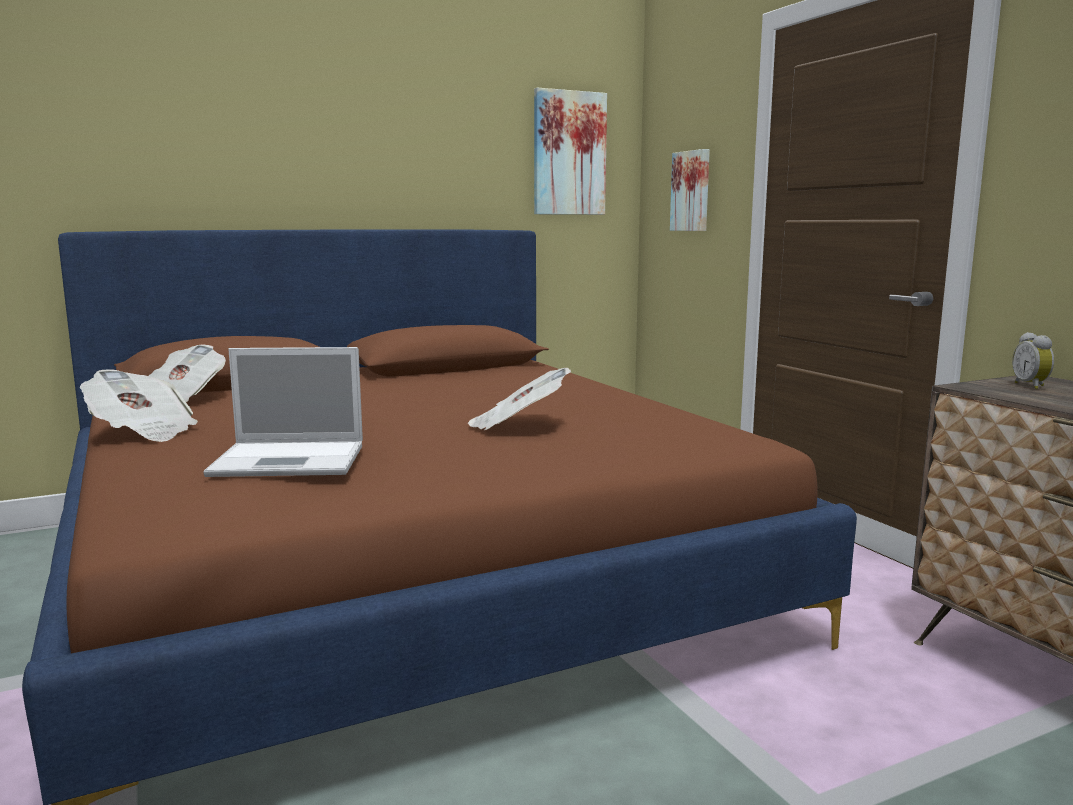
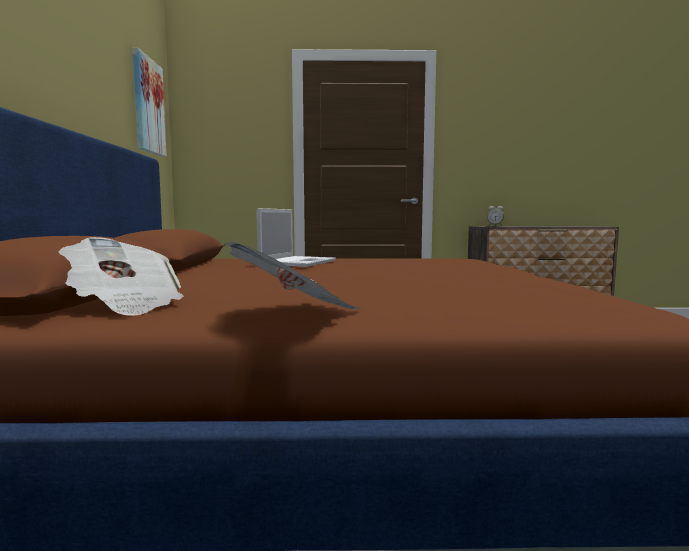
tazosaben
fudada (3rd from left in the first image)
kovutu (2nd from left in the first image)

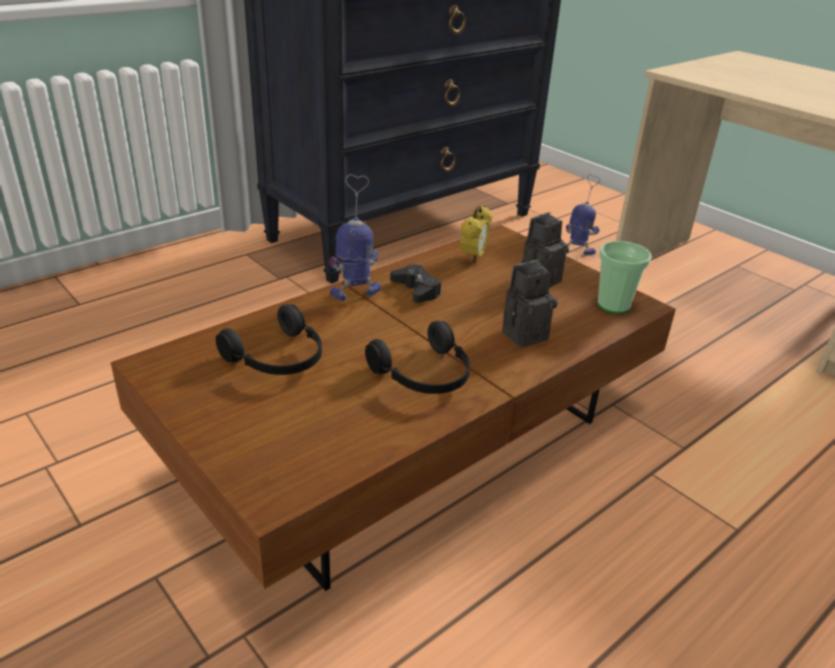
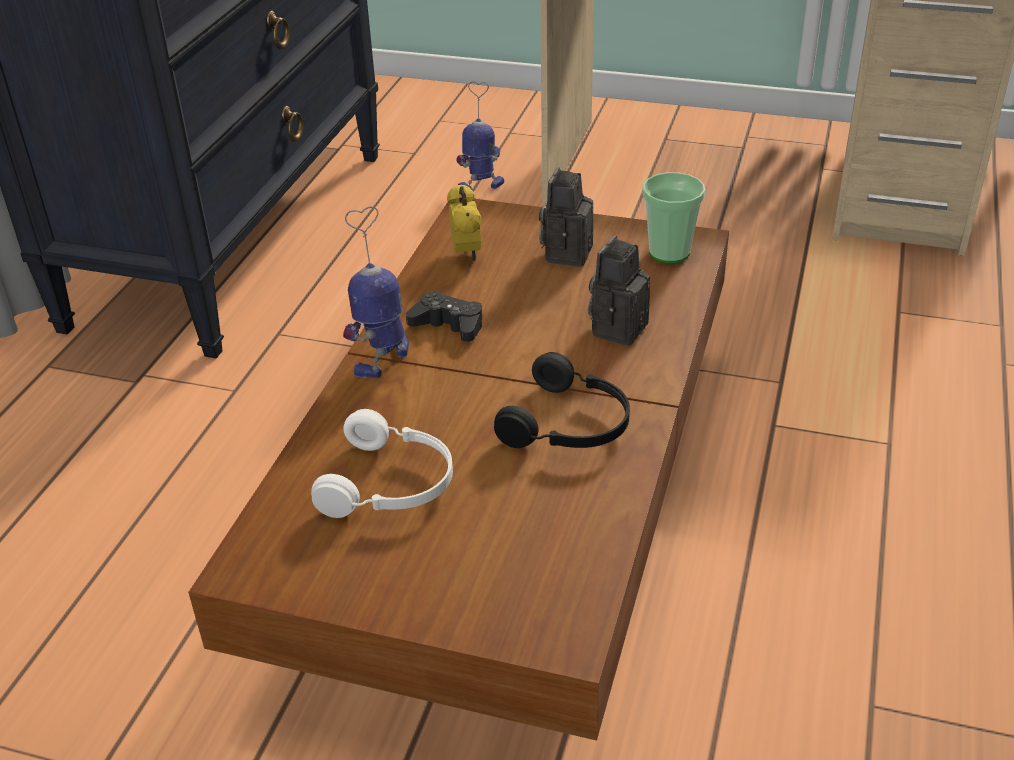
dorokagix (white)

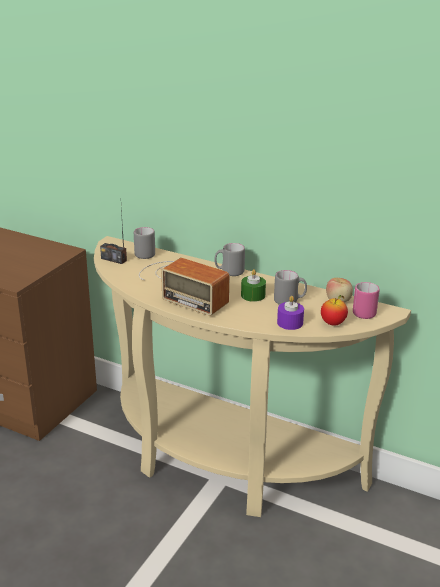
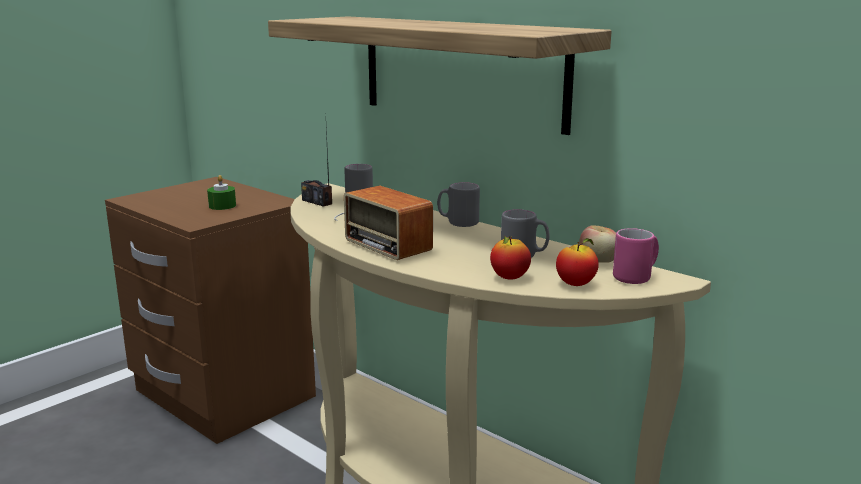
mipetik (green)
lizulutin (1st from left)
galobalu

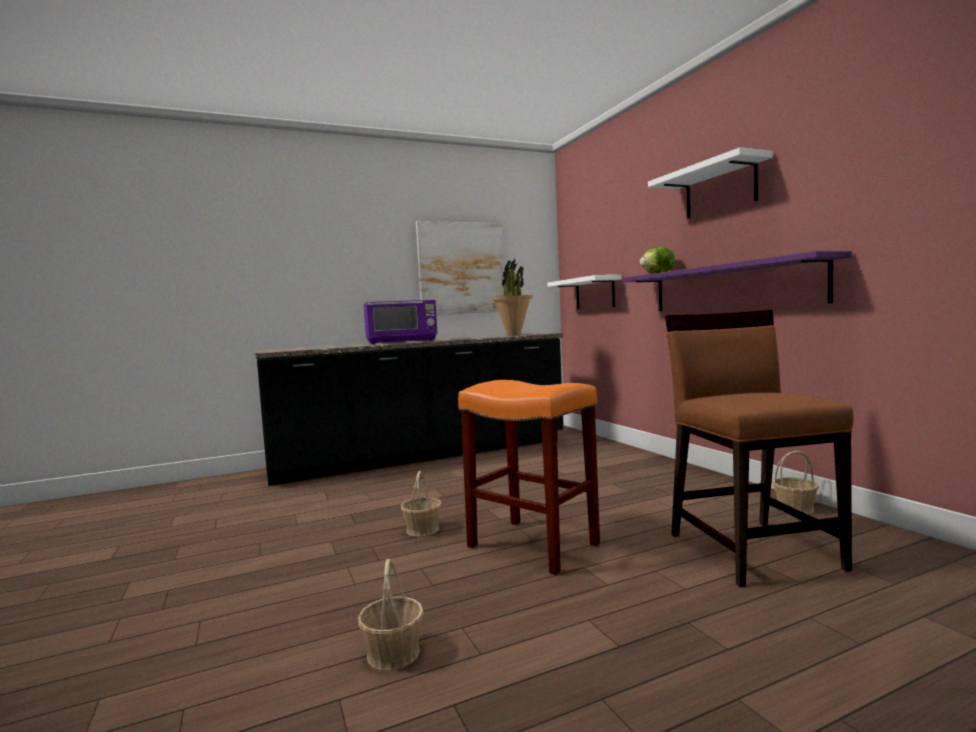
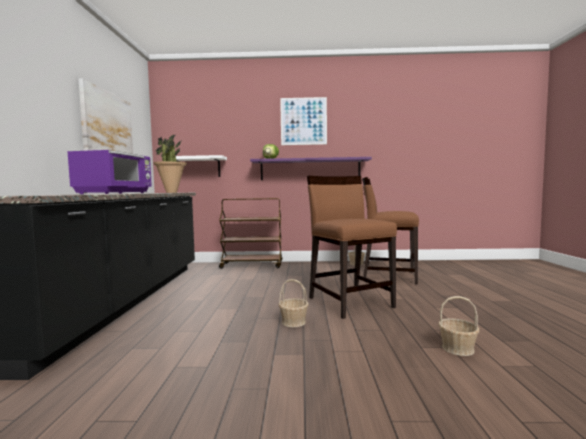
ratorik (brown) (1st from left)
kovutu (2nd from left)
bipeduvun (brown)

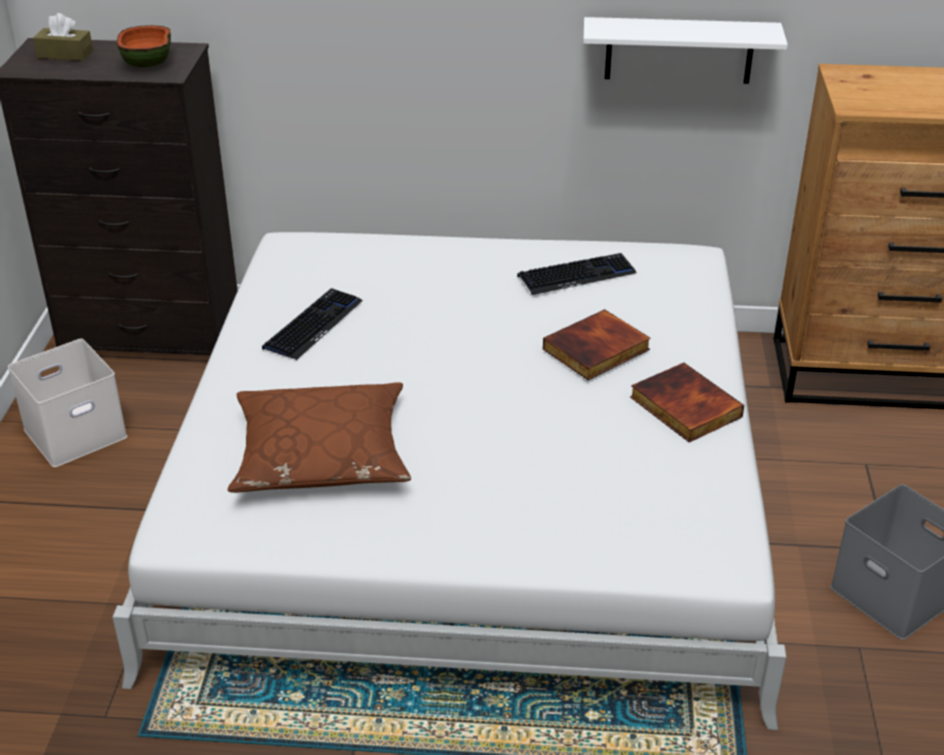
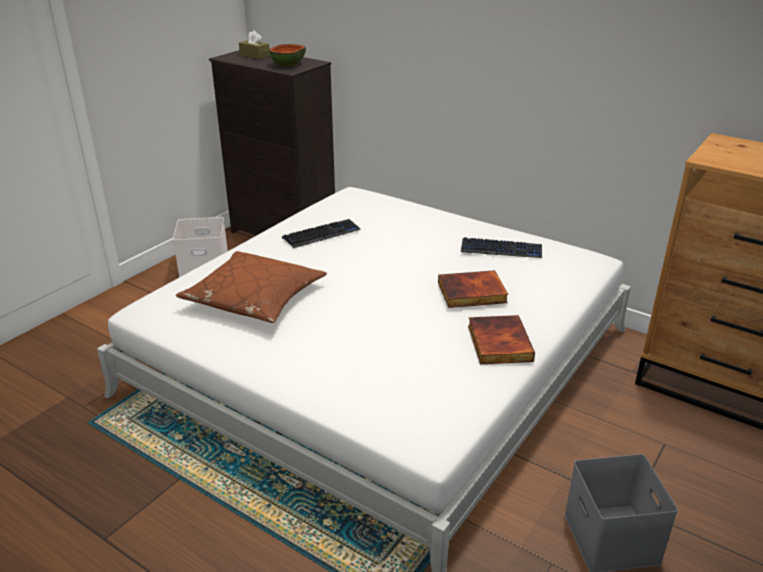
galobalu (white)

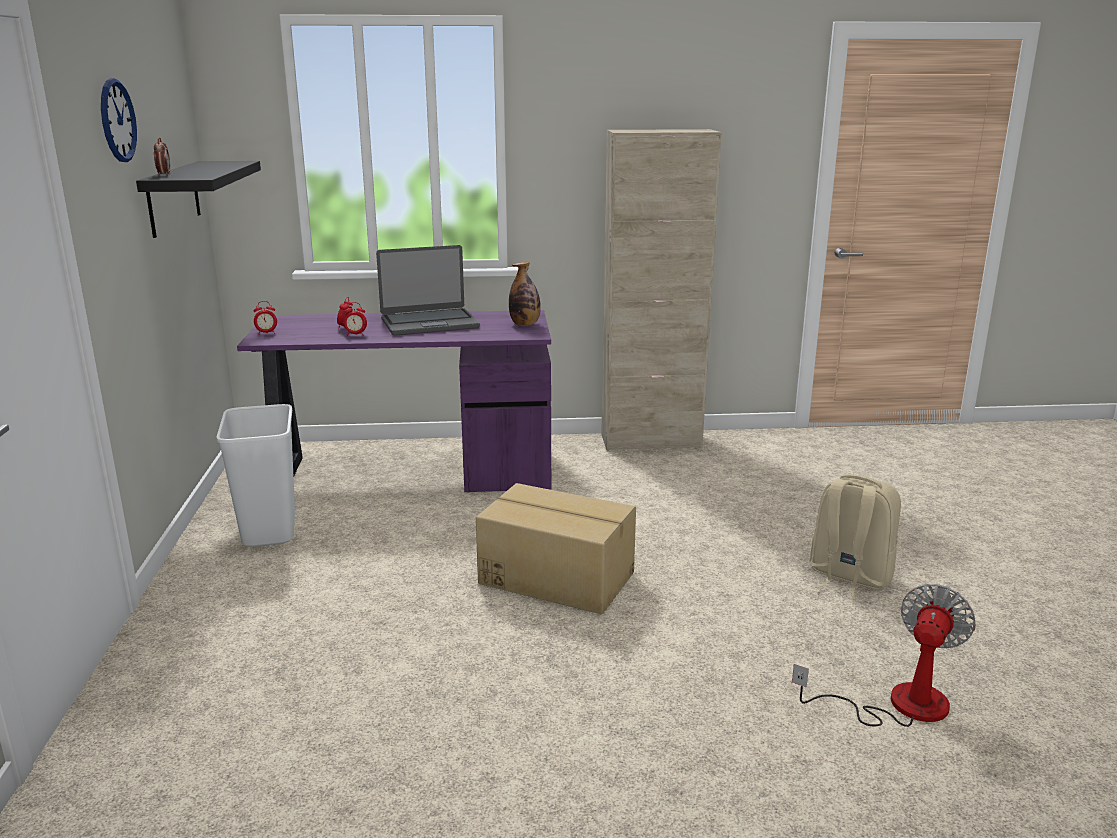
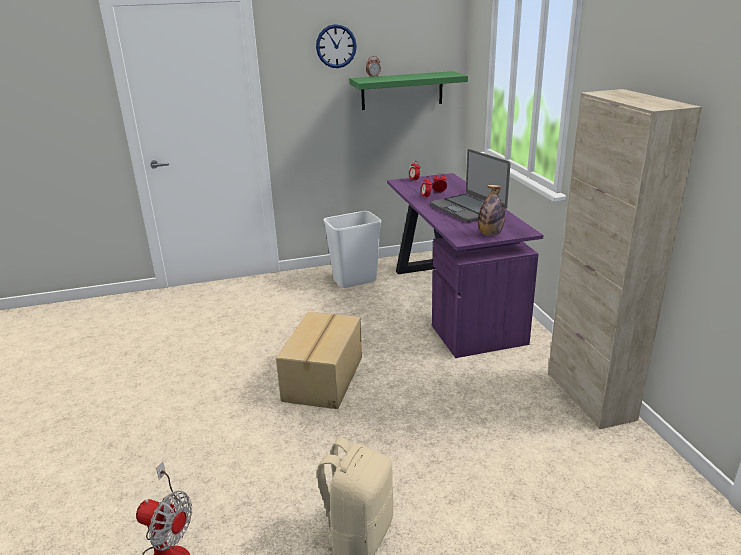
galobalu (green)

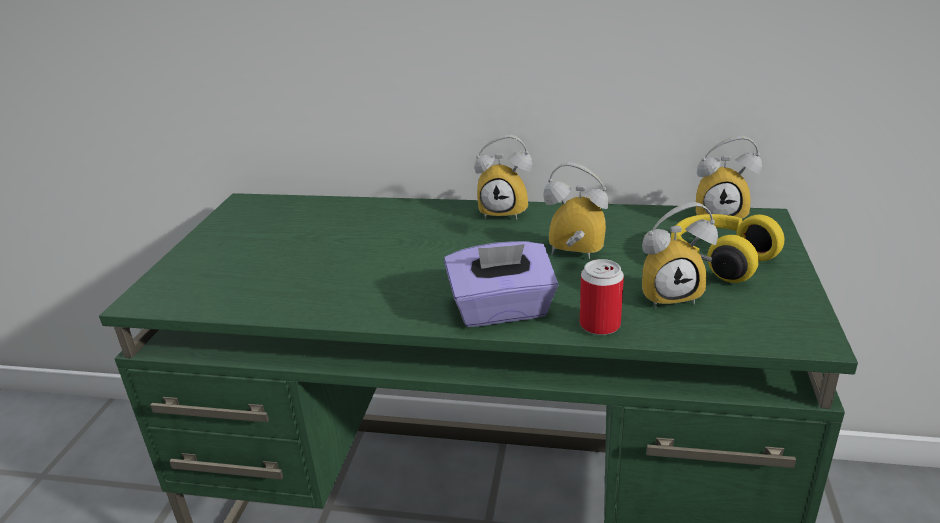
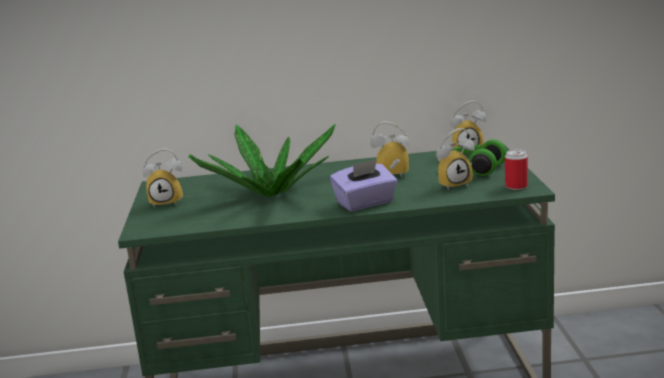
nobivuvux (1st from left)
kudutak
dorokagix (green)
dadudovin

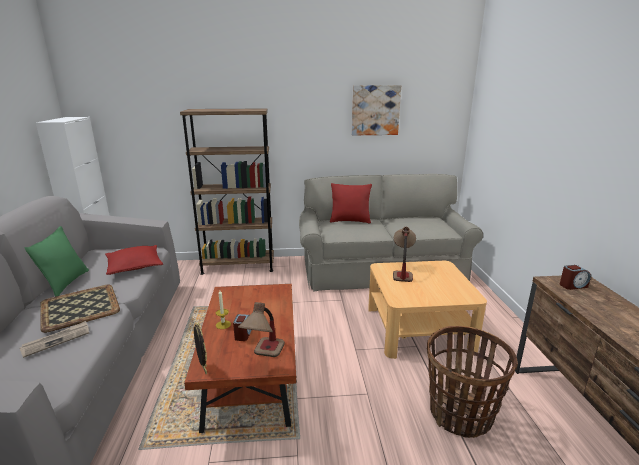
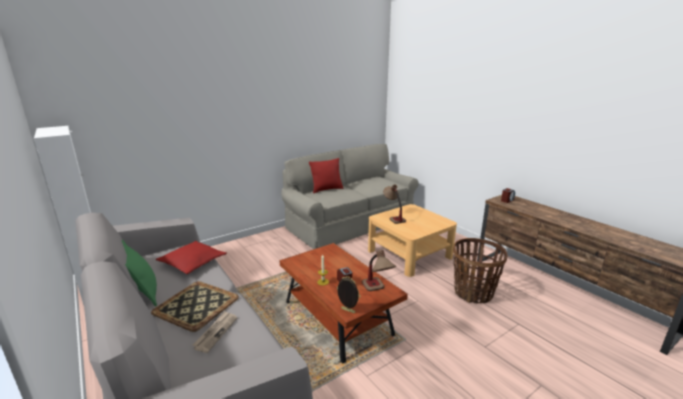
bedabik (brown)
kovutu

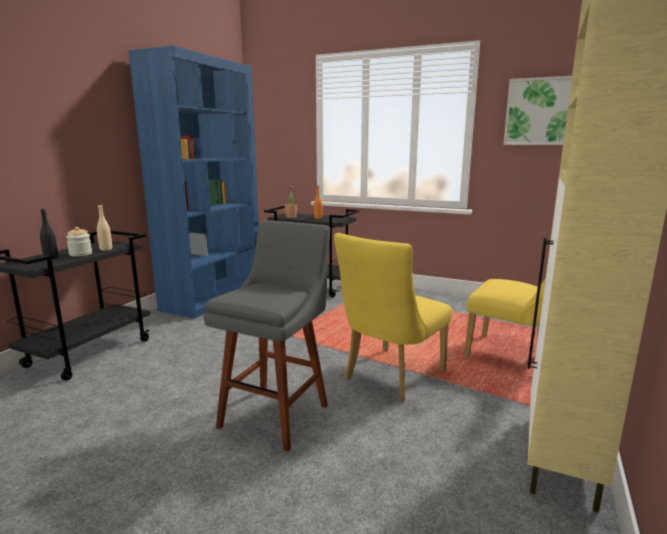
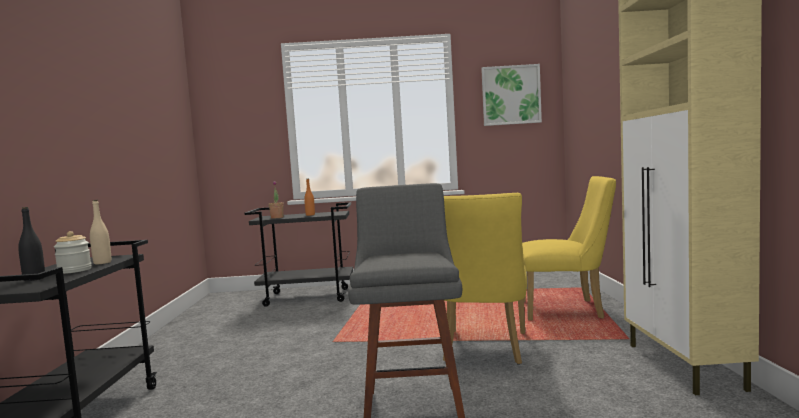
bedabik (blue)

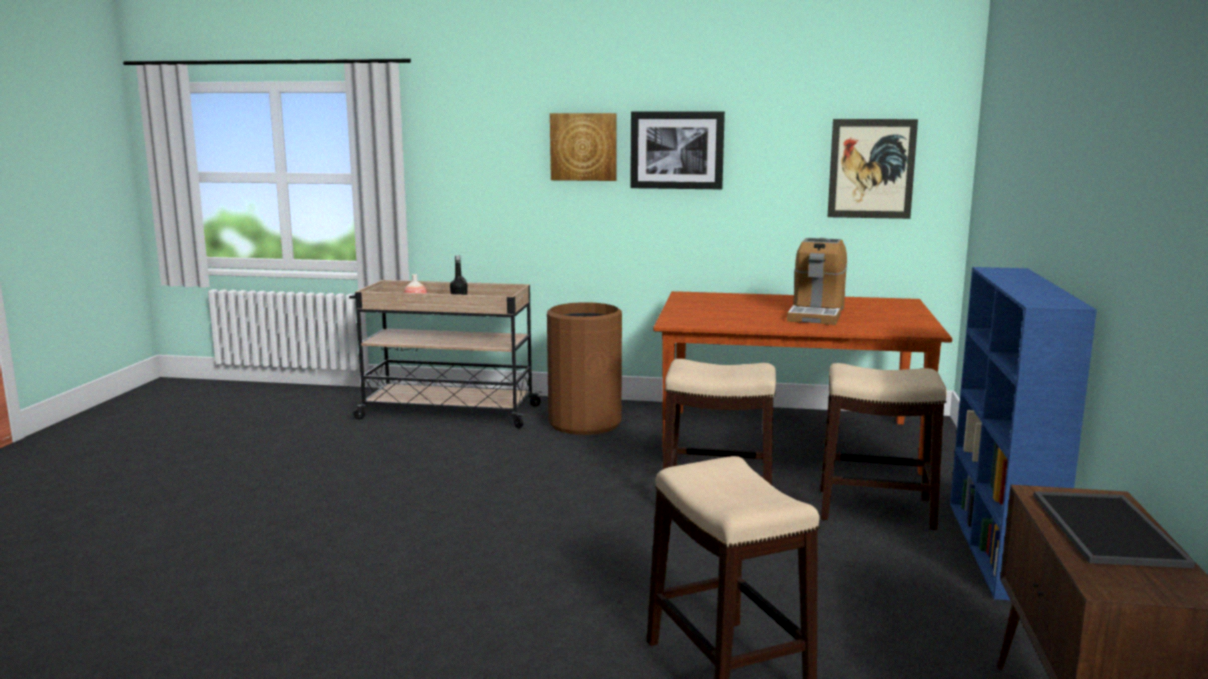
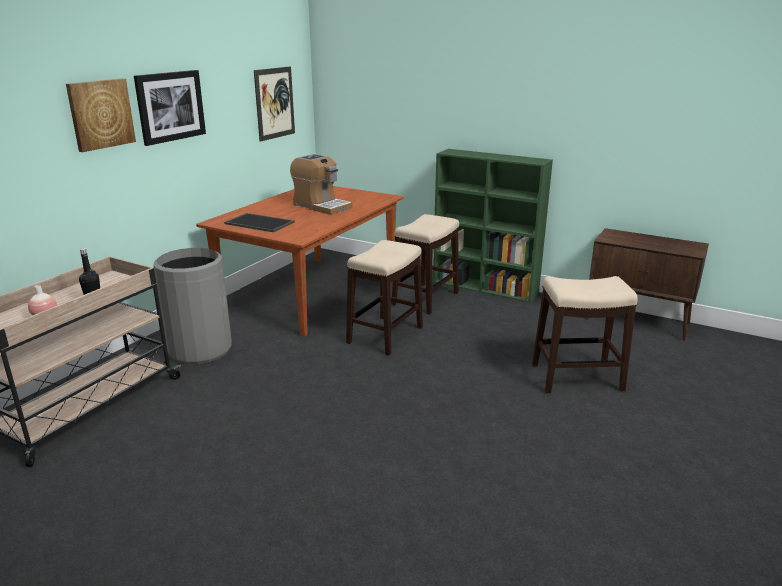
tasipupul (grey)
bedabik (green)
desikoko

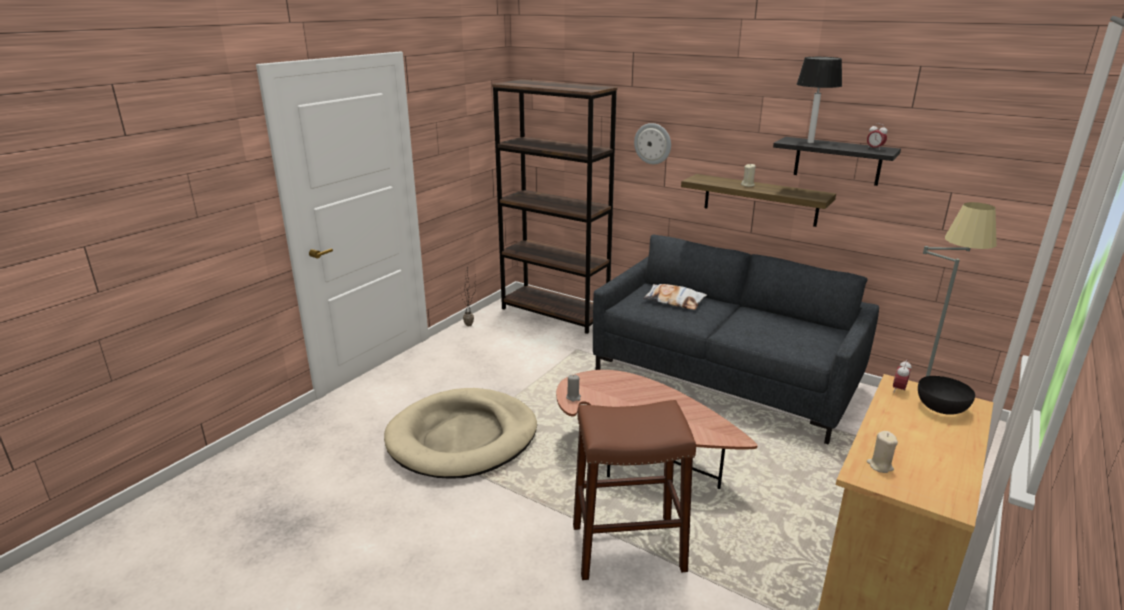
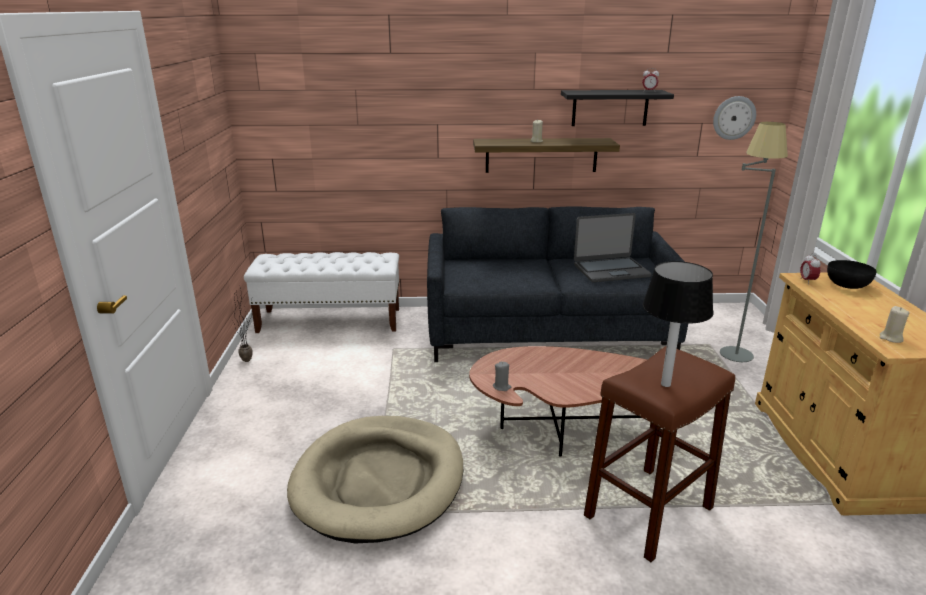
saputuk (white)
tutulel
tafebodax
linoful
tazosaben

